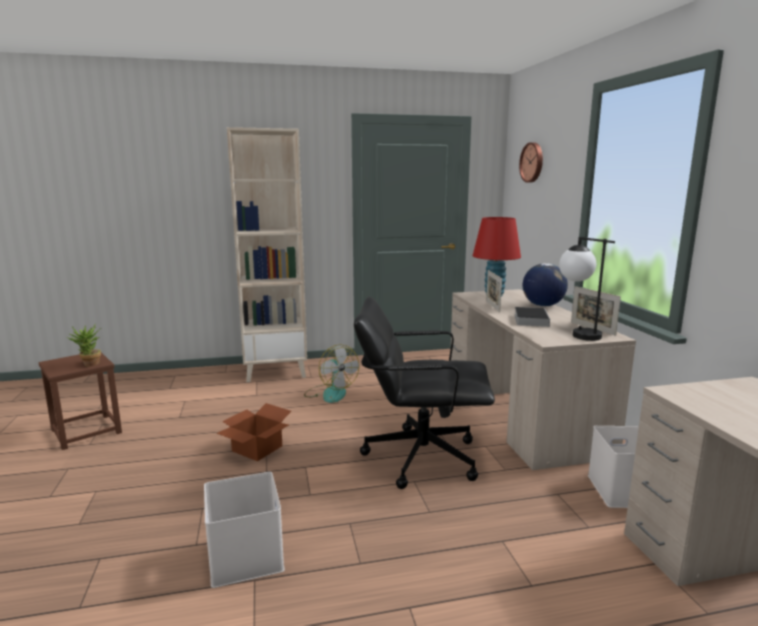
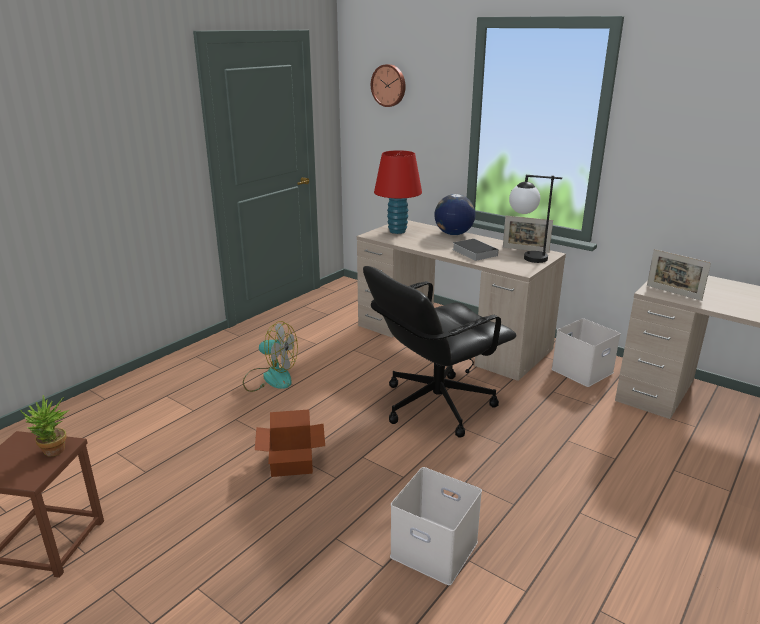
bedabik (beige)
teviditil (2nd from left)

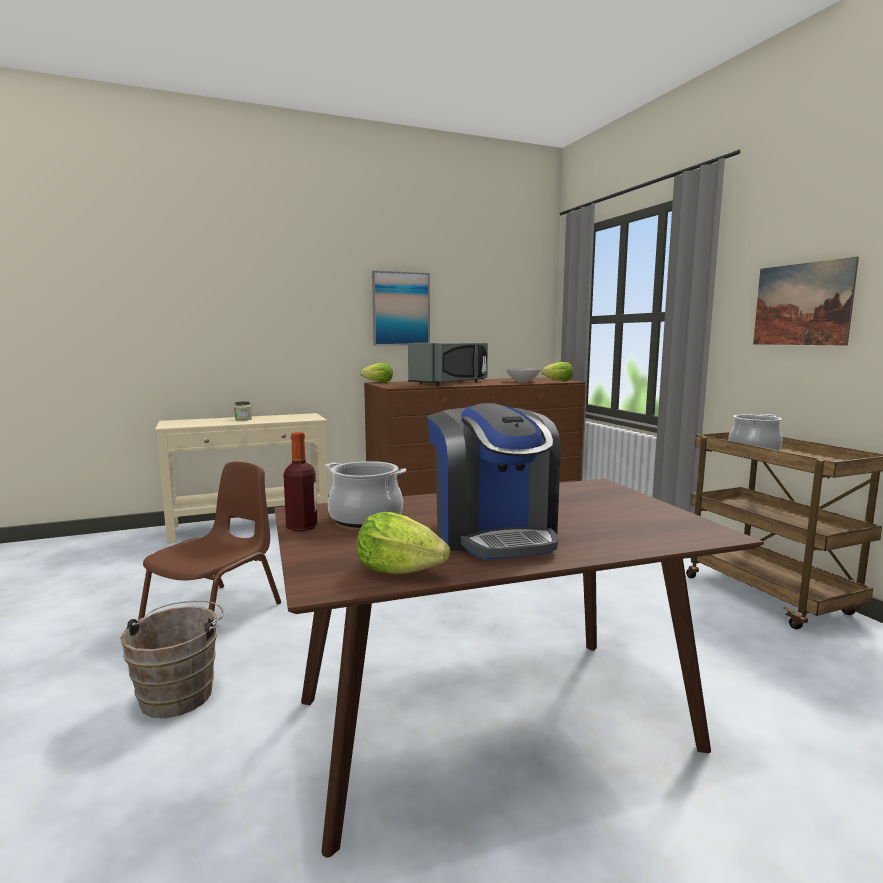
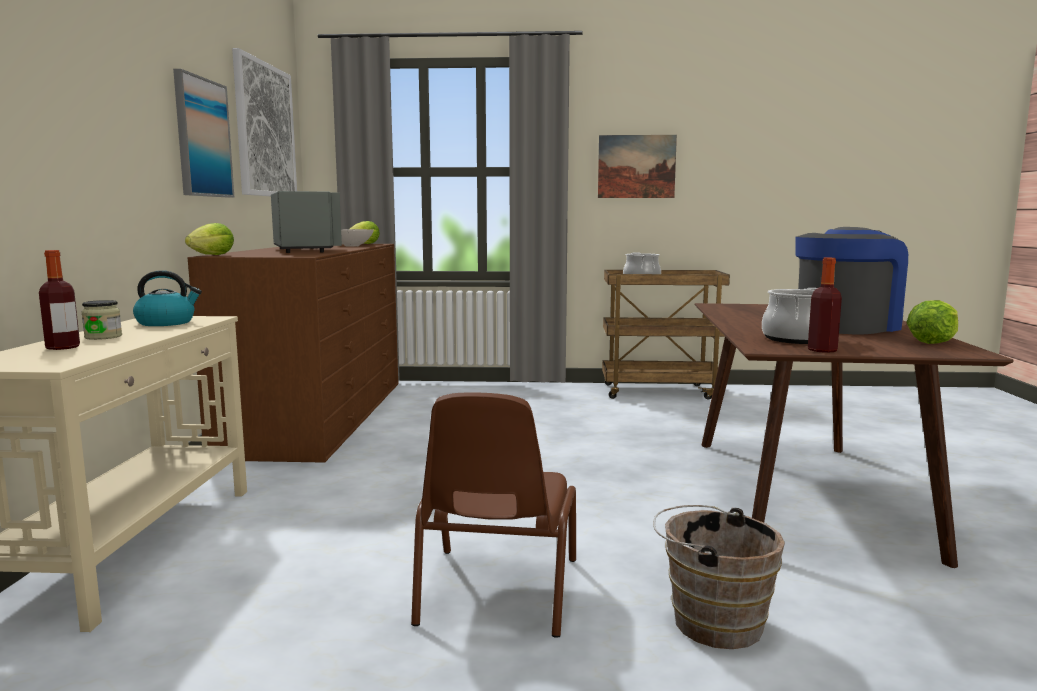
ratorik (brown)
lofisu
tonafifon (1st from left)
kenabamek
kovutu (2nd from left)

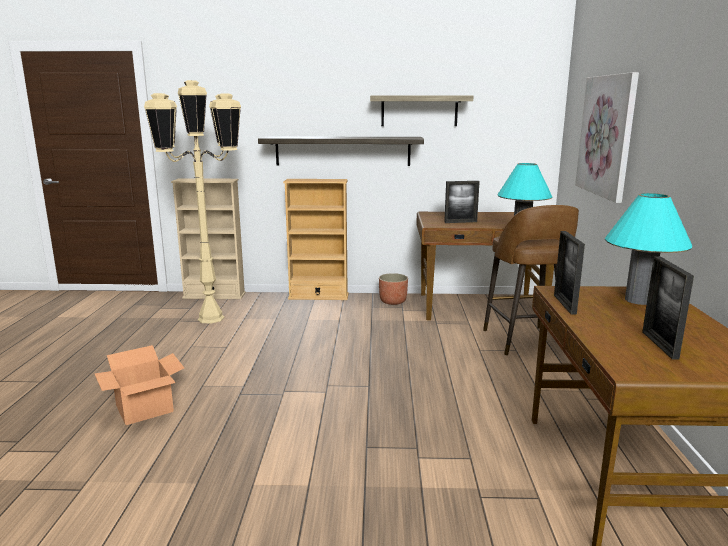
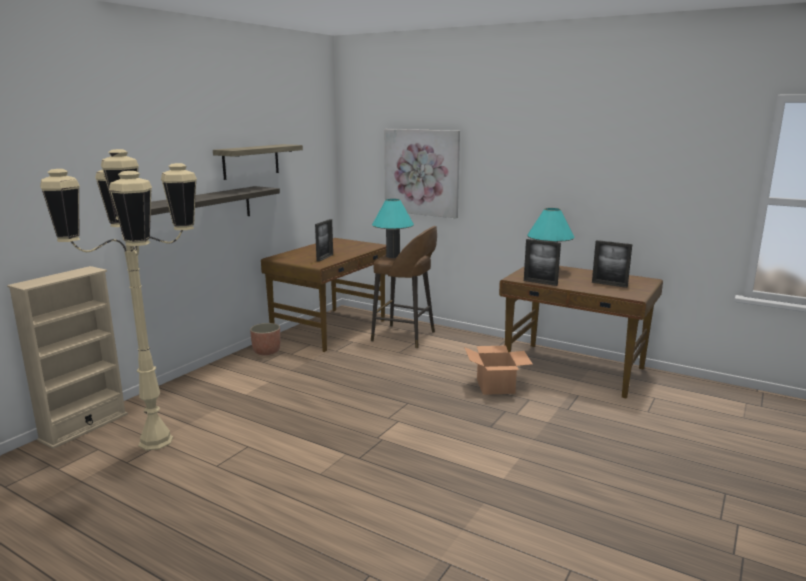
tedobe
bedabik (beige) (2nd from left in the first image)

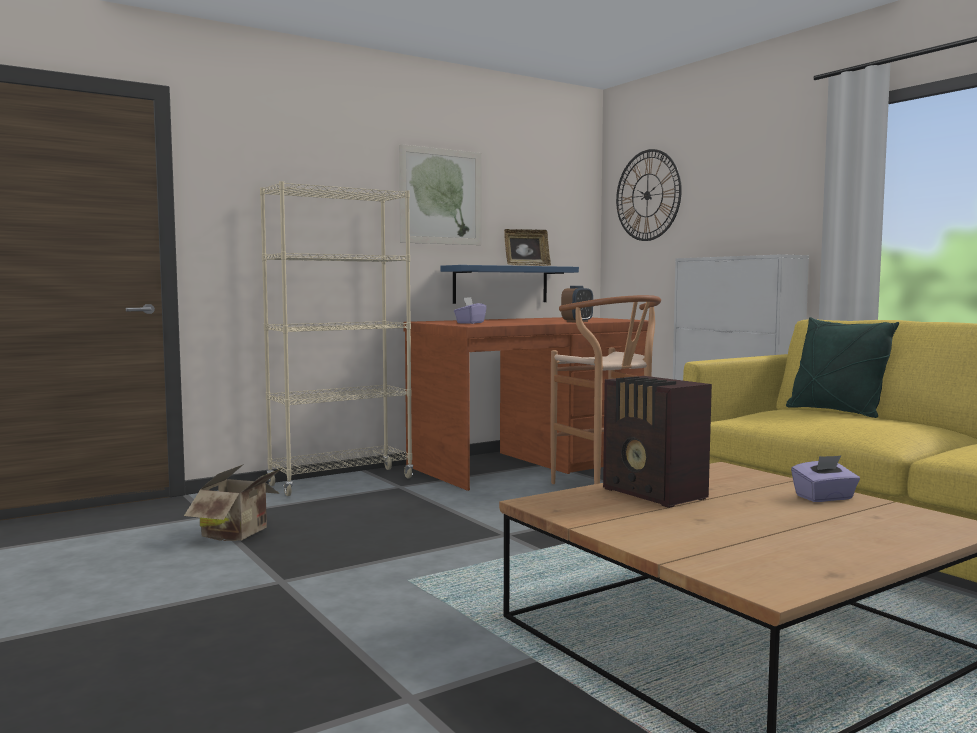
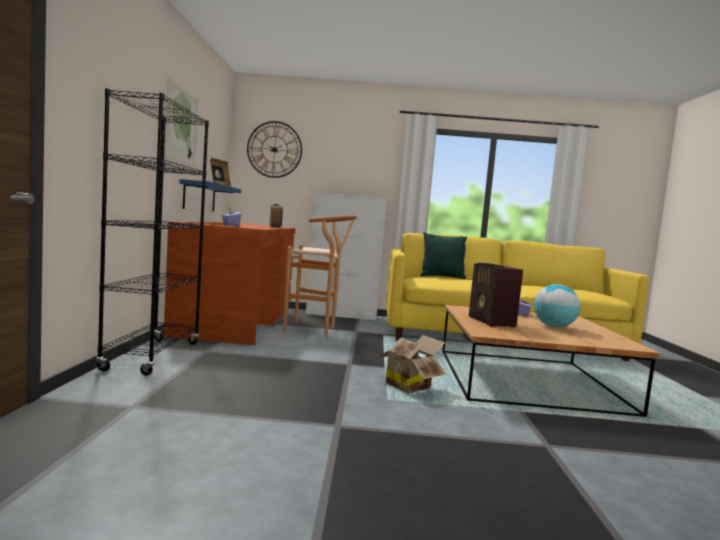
tedobe
bedabik (black)
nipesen
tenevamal

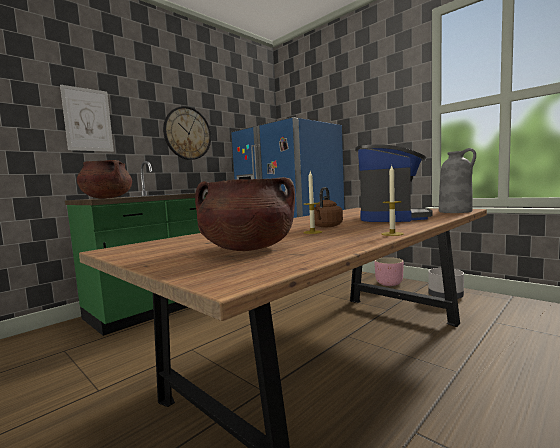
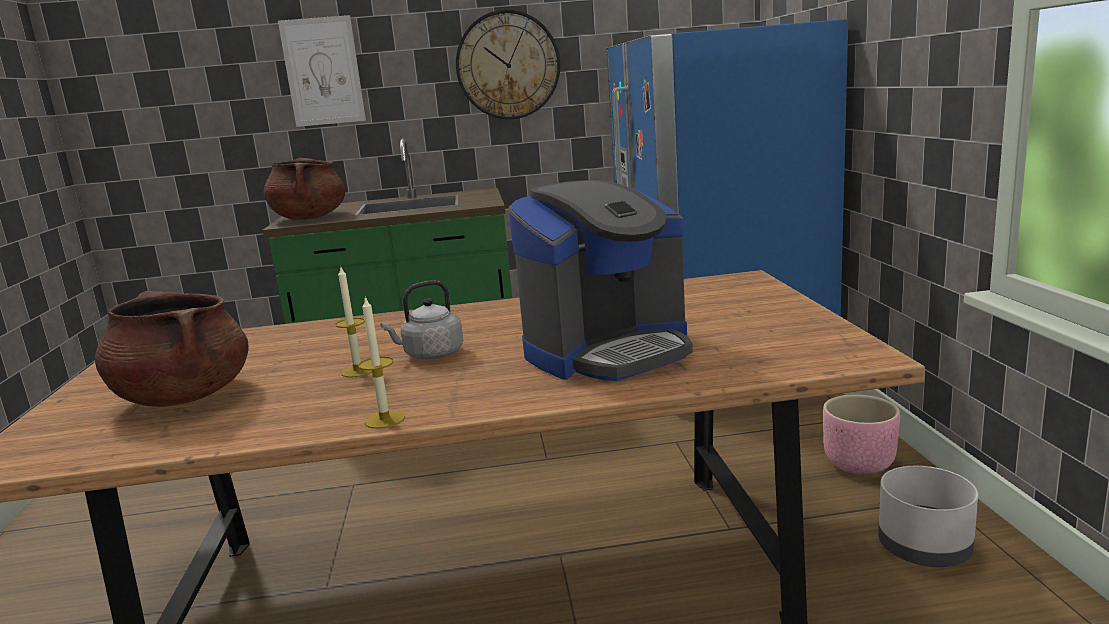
kenabamek (grey)
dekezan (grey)

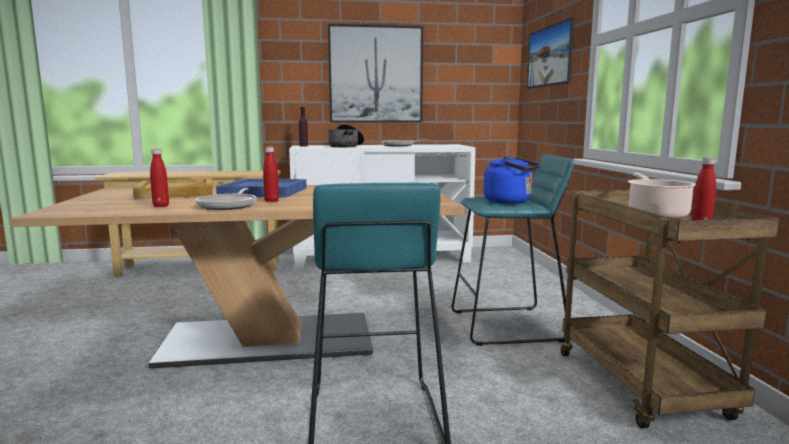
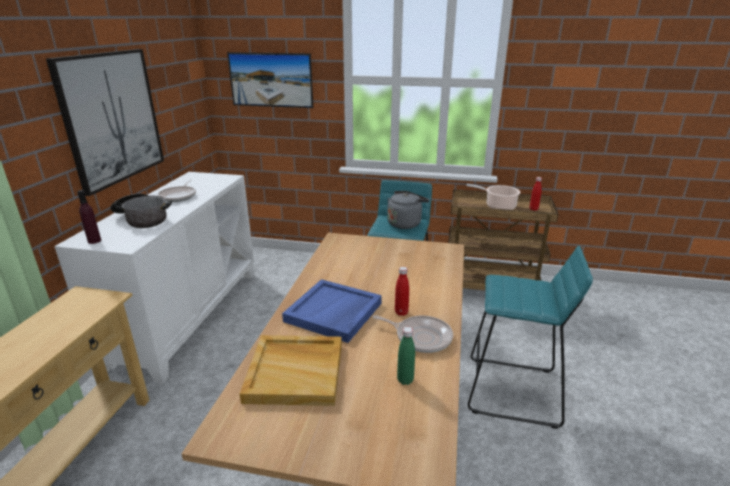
tonafifon (green)
kenabamek (grey)

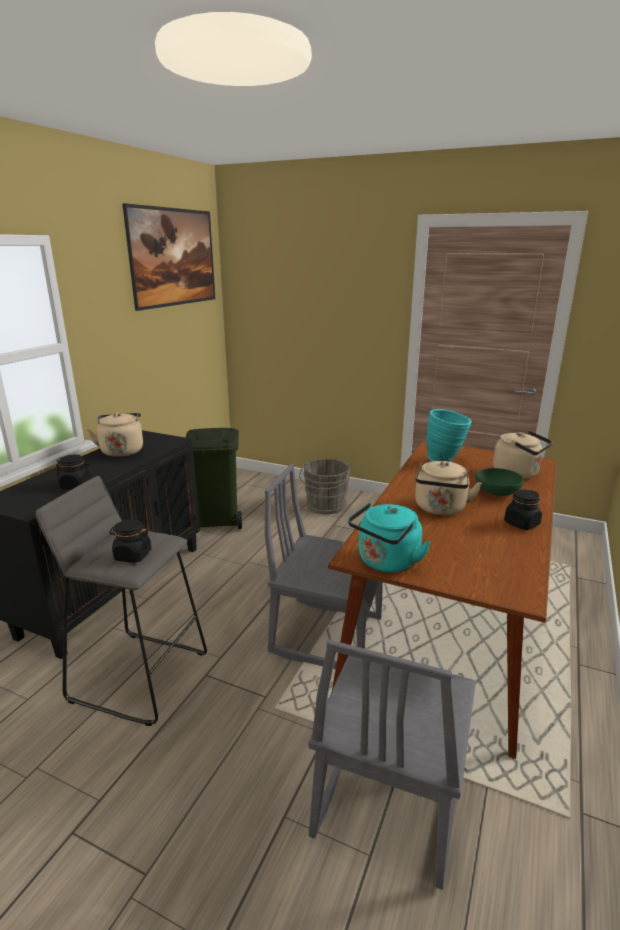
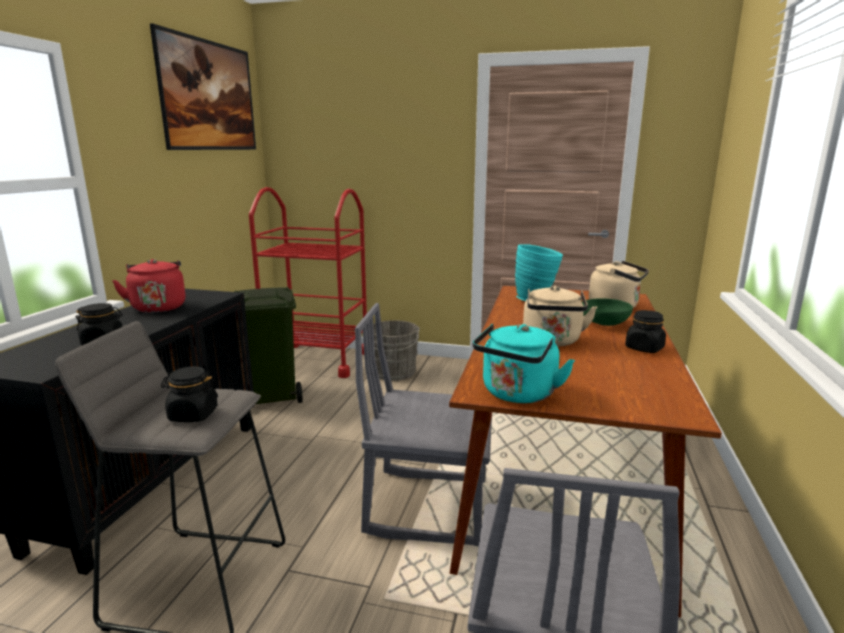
kenabamek (red)
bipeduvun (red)

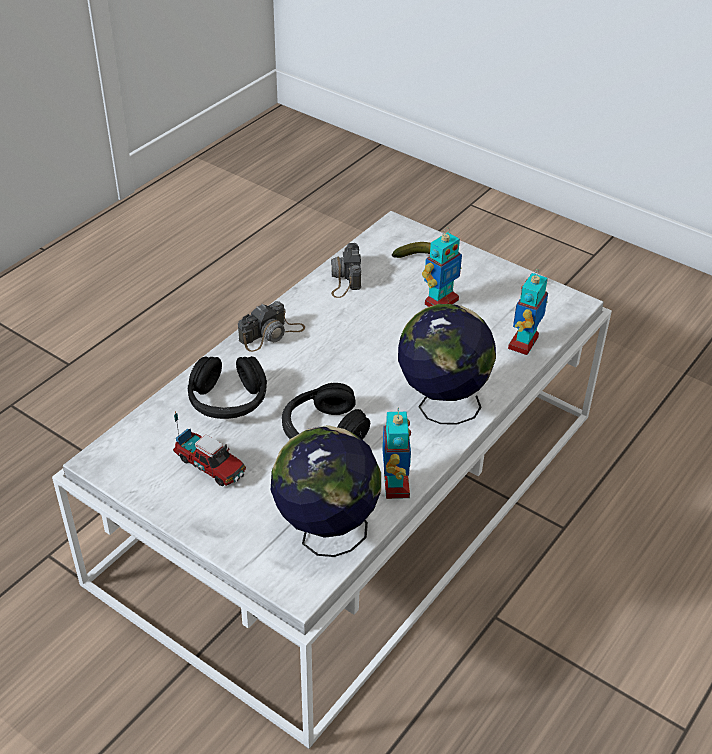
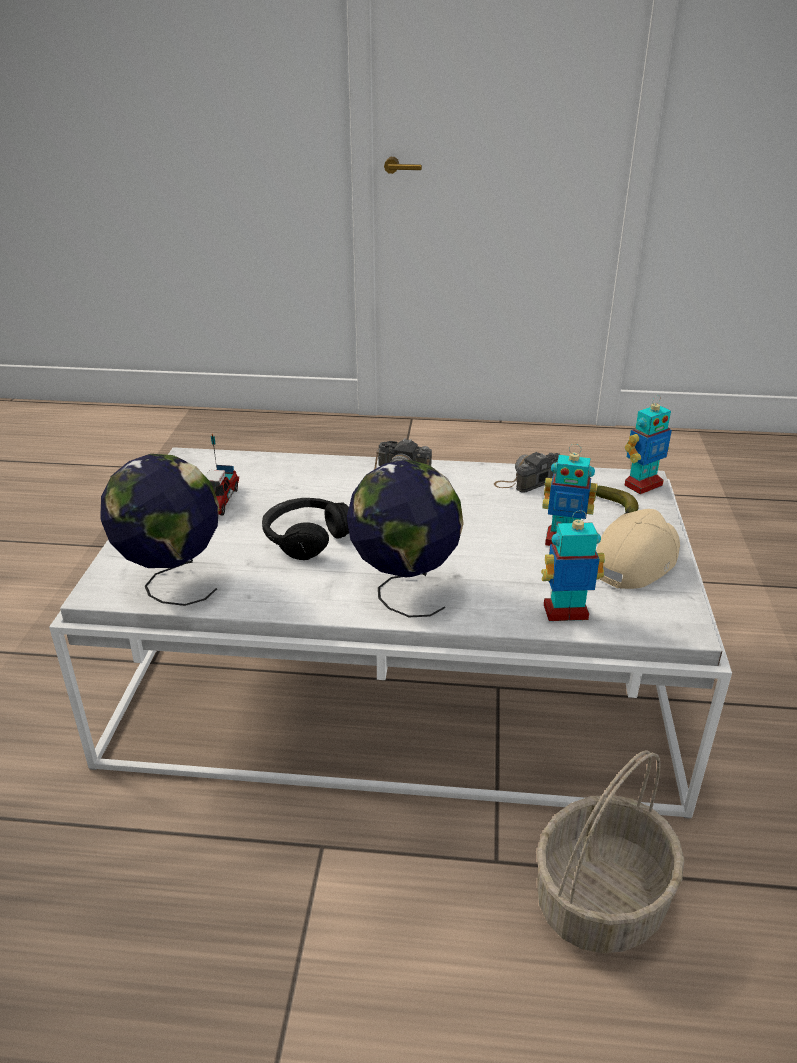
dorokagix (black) (1st from left in the first image)
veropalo (3rd from left)
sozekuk
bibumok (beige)

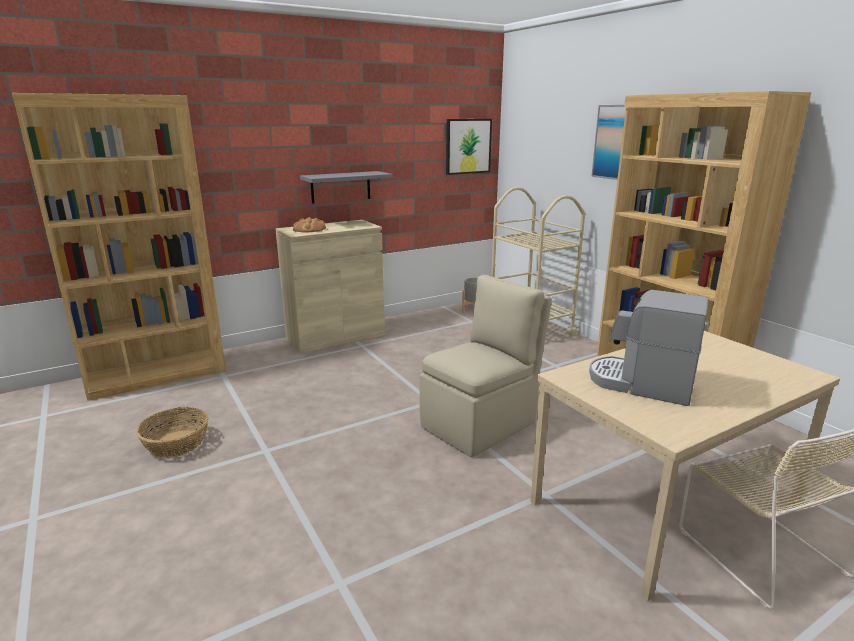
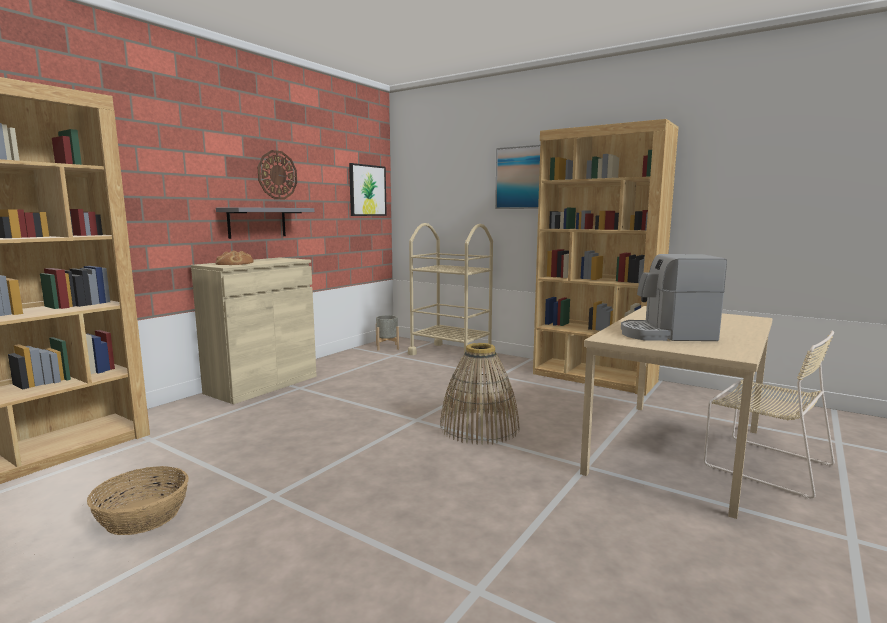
sozekuk (2nd from left)
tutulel

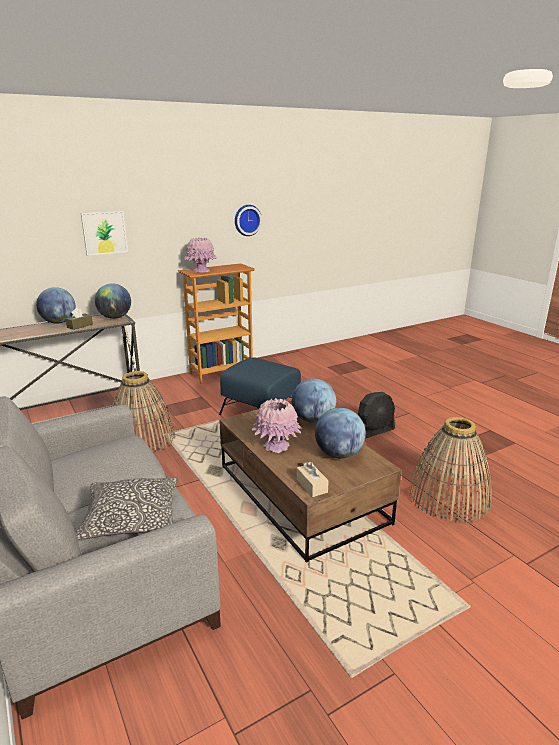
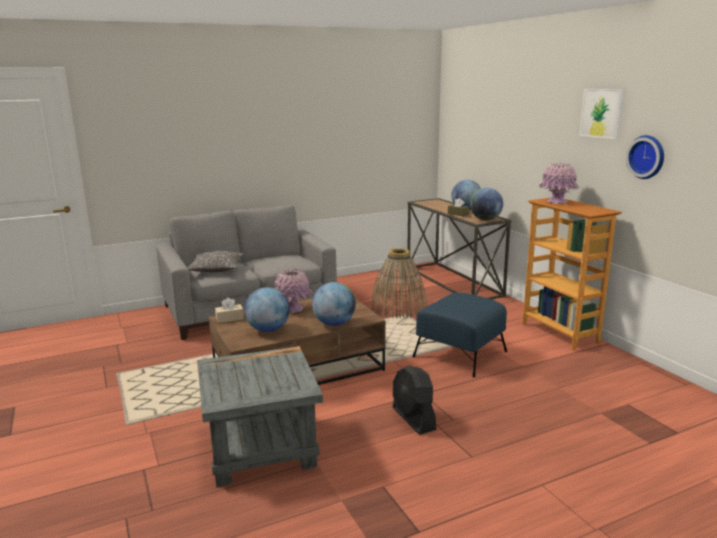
kovutu
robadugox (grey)

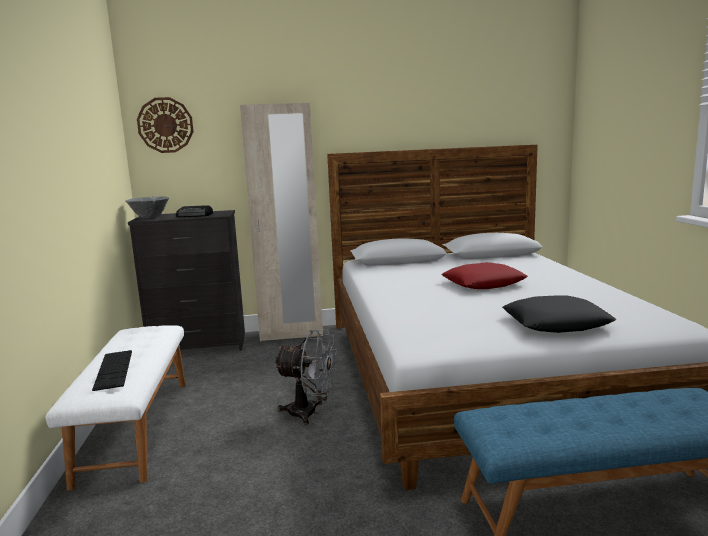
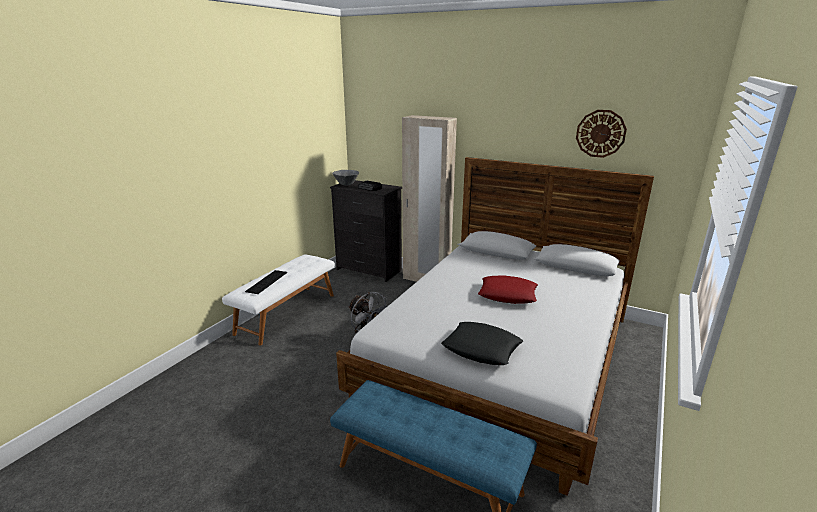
tutulel

